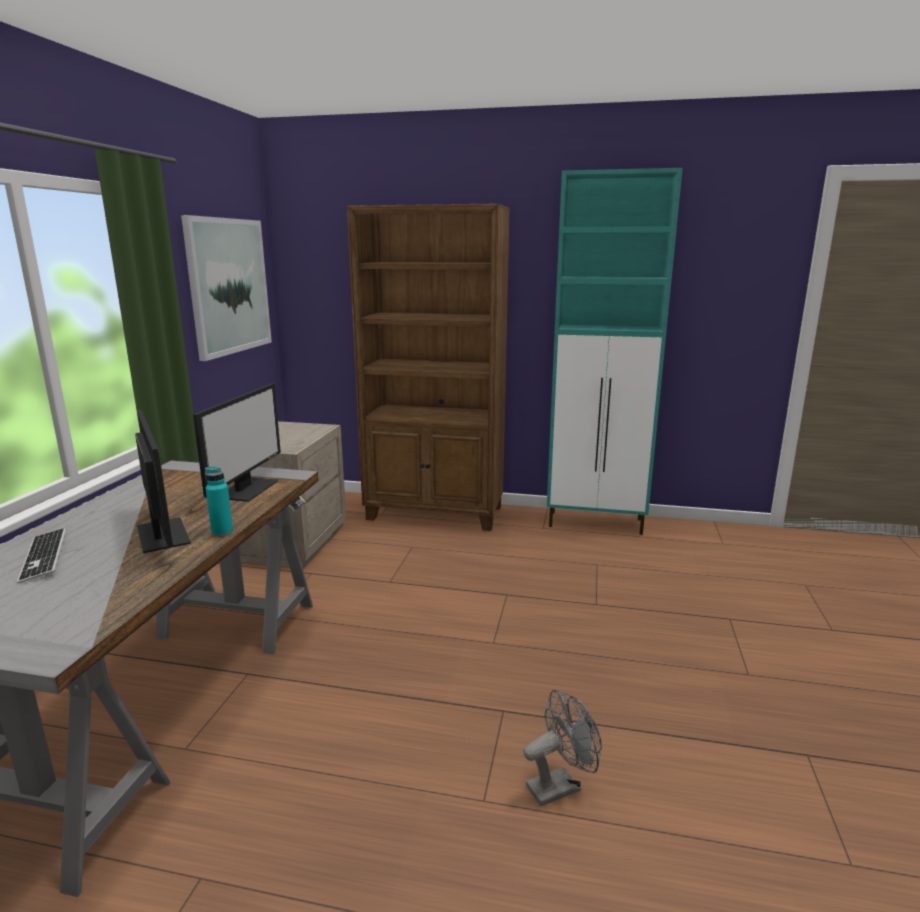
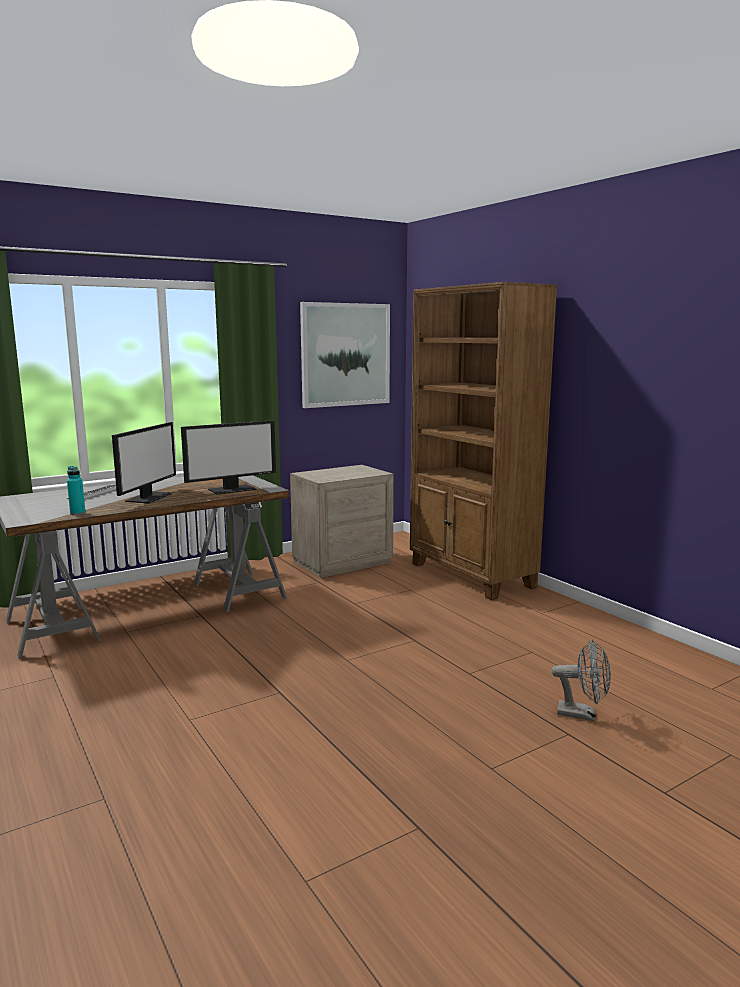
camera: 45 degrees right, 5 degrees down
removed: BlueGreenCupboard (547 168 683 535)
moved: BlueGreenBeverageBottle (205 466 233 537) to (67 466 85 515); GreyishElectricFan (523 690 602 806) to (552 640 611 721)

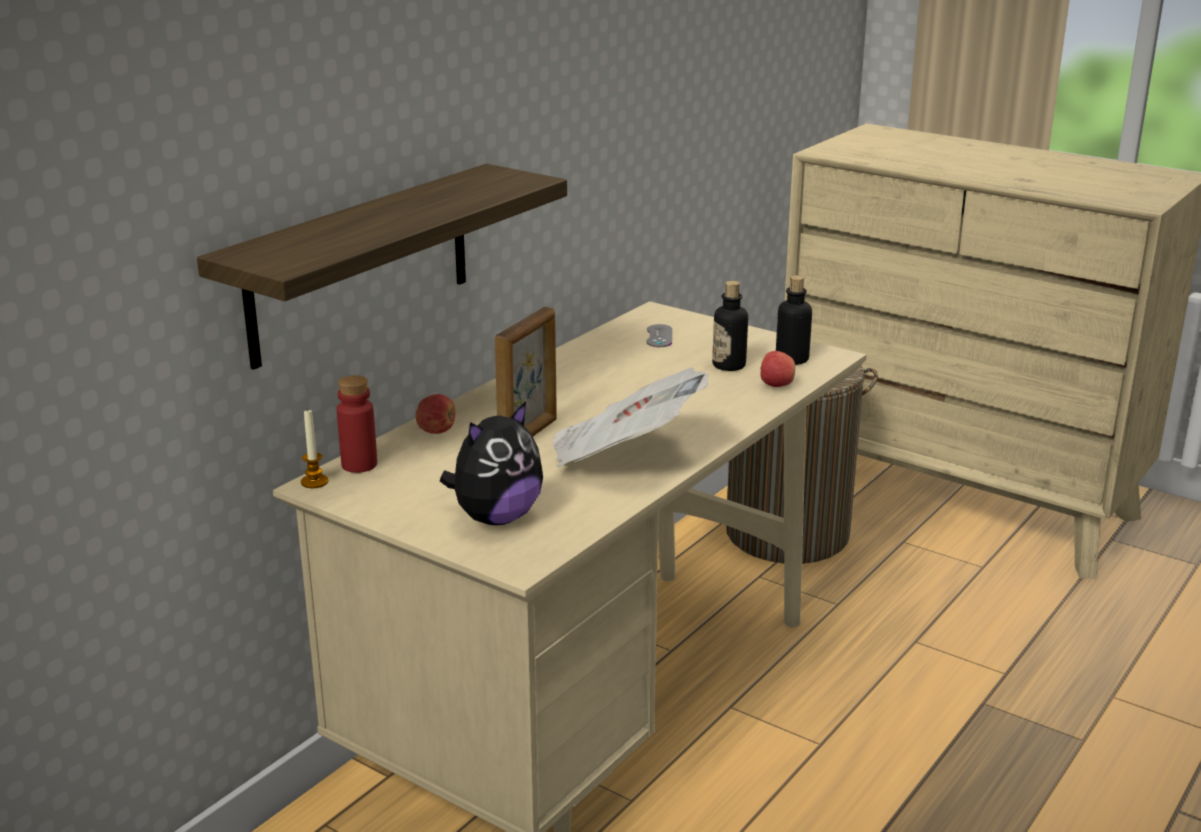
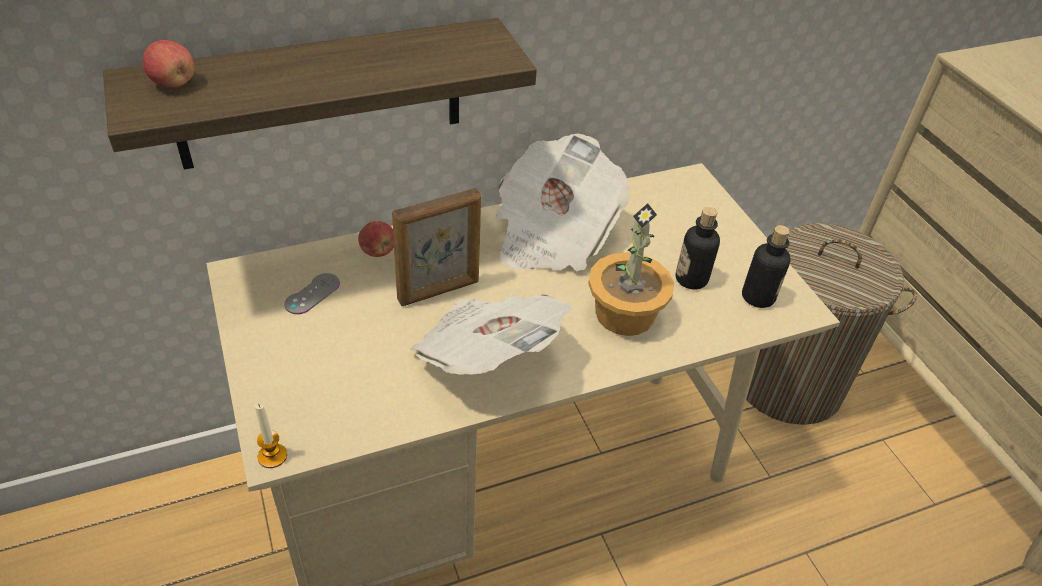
camera: 30 degrees right, 20 degrees up
removed: RedBeverageBottle (337 375 377 473); SoftToy (440 401 543 526)
added: PrintedPaper (496 134 630 271); Houseplant (588 203 674 336)
moved: WholeApple (760 351 795 387) to (143 40 194 88); WaxLight (301 408 328 488) to (255 403 287 468); GreyishGamepad (646 324 672 347) to (284 273 340 314)

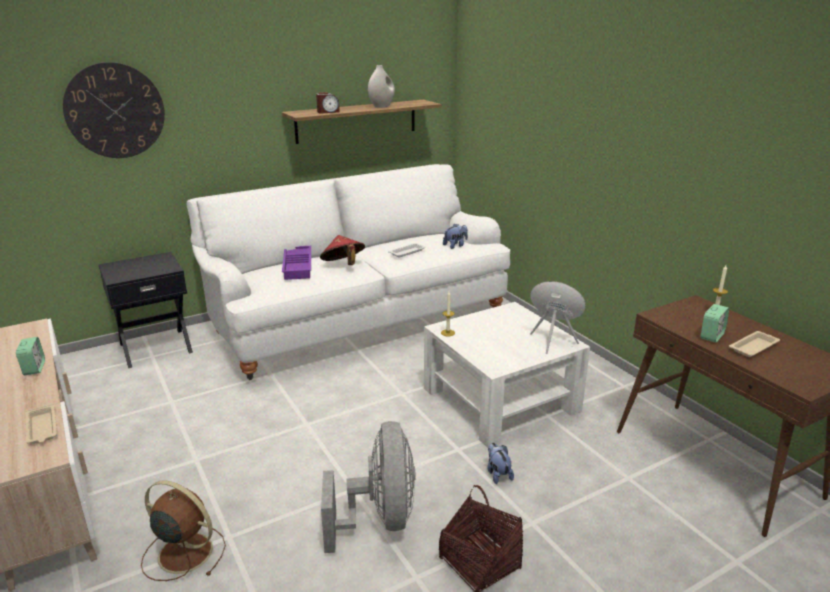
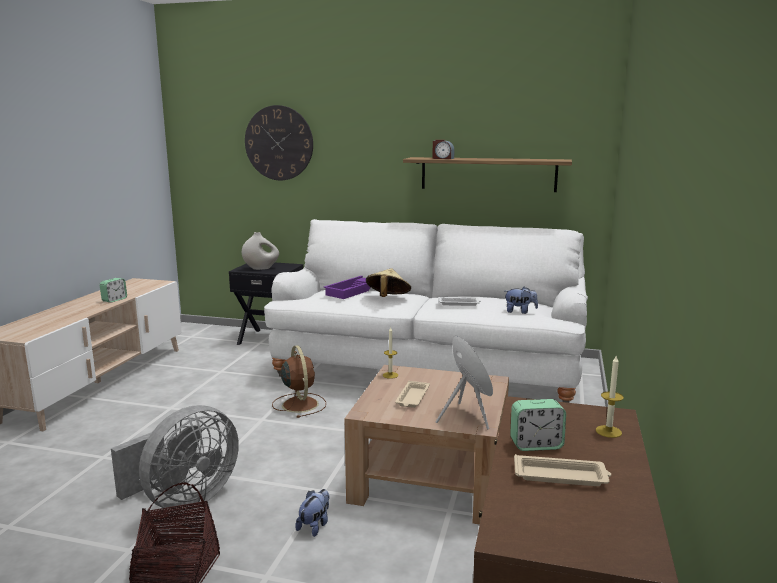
camera: 45 degrees right, 10 degrees down
moved: WhiteColouredFlowerVase (368 65 395 108) to (242 232 279 270); BrownColouredElectricFan (141 480 226 581) to (272 345 326 418); SandColouredServingTray (25 404 57 444) to (395 381 430 408)
recoloured: WhiteColouredLoungeTable (424 302 590 448) to BrownColouredLoungeTable (345 365 509 525); RedHat (320 235 365 265) to SandColouredHat (366 268 411 297)

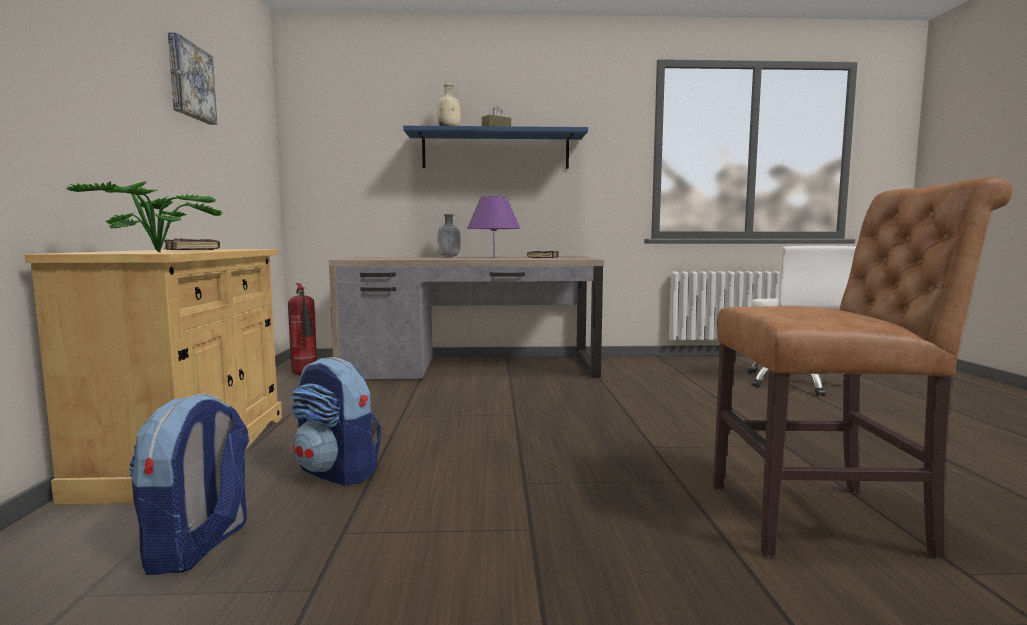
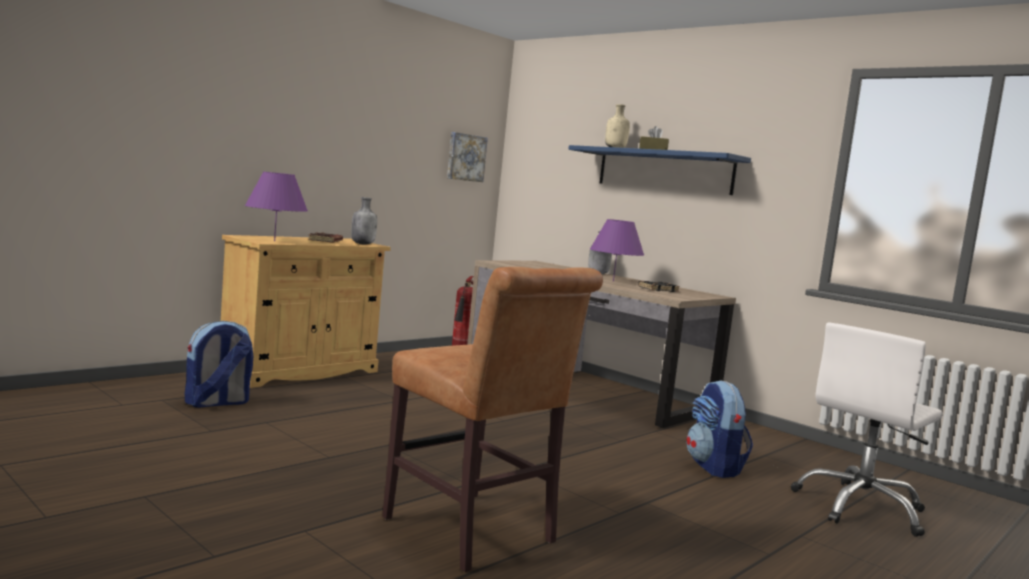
camera: 45 degrees right, 0 degrees up
added: GreyishBeverageBottle (351 197 377 245)
moved: Picture (168 32 217 125) to (447 132 488 182); Backpack (291 357 381 486) to (686 380 753 478)
replaced: Houseplant (65 181 222 252) to PurplishLampForATable (245 172 308 241)

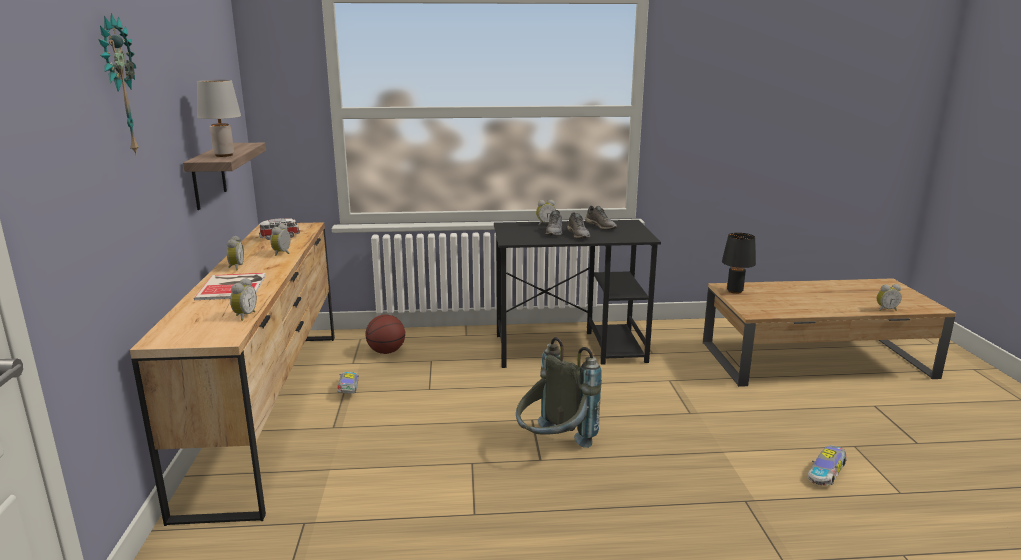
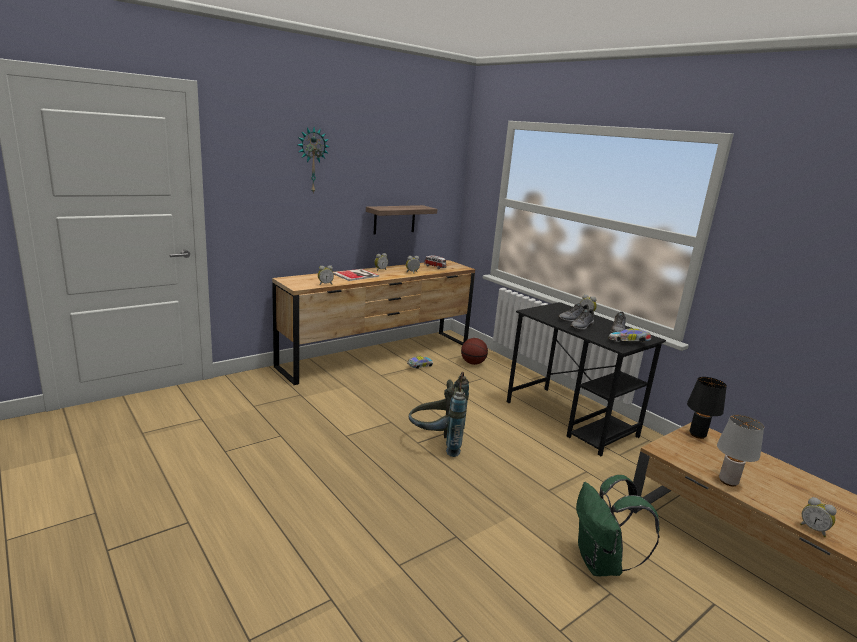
camera: 55 degrees right, 0 degrees up
added: GreenishBackpack (576 475 660 576)
moved: MiniatureCar (808 445 847 486) to (609 328 651 343); GreyishLampForATable (197 80 241 157) to (717 415 764 487)

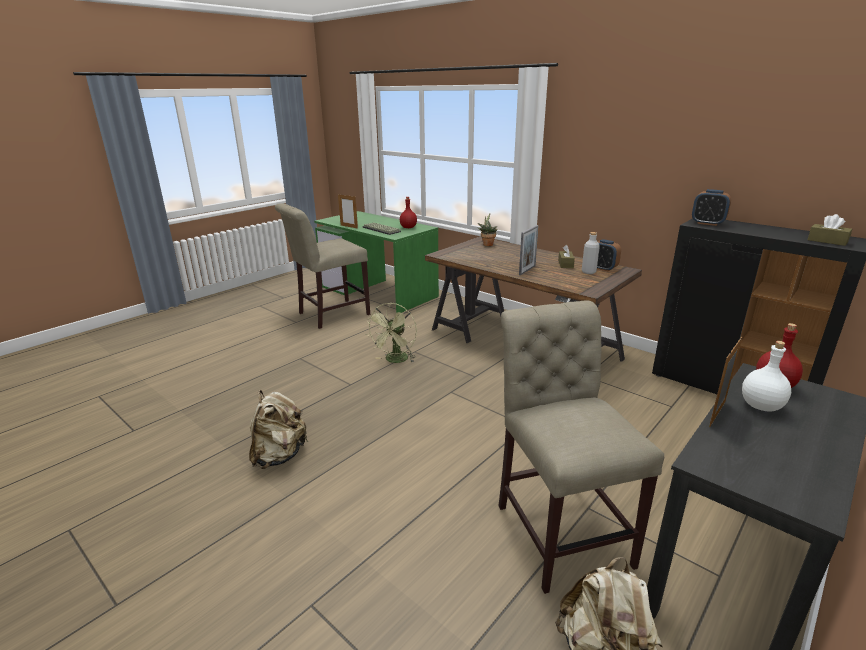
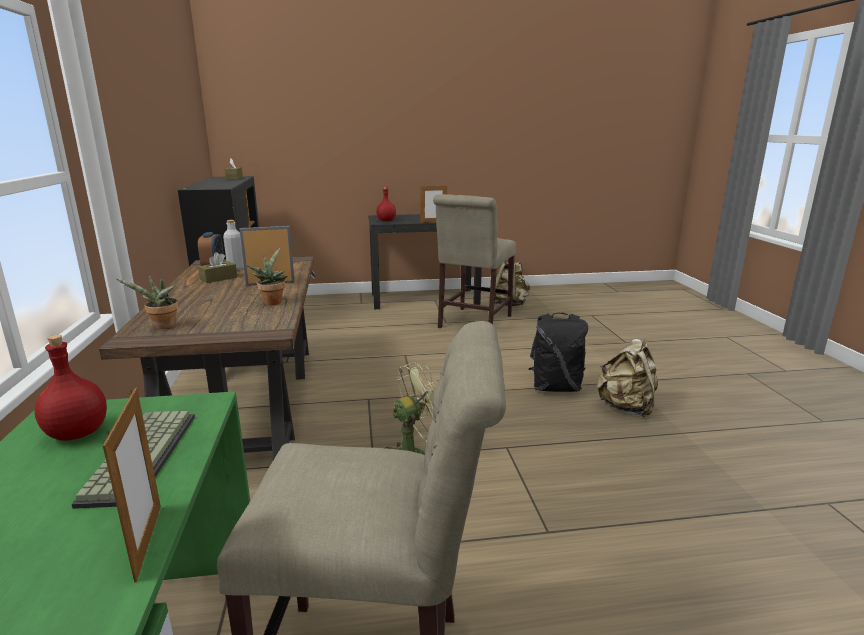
camera: 140 degrees left, 5 degrees down
removed: AlarmClock (692 189 731 226); WhiteColouredBeverageBottle (742 341 791 412)
added: Houseplant (247 248 287 305); BlackishBackpack (529 313 588 392)

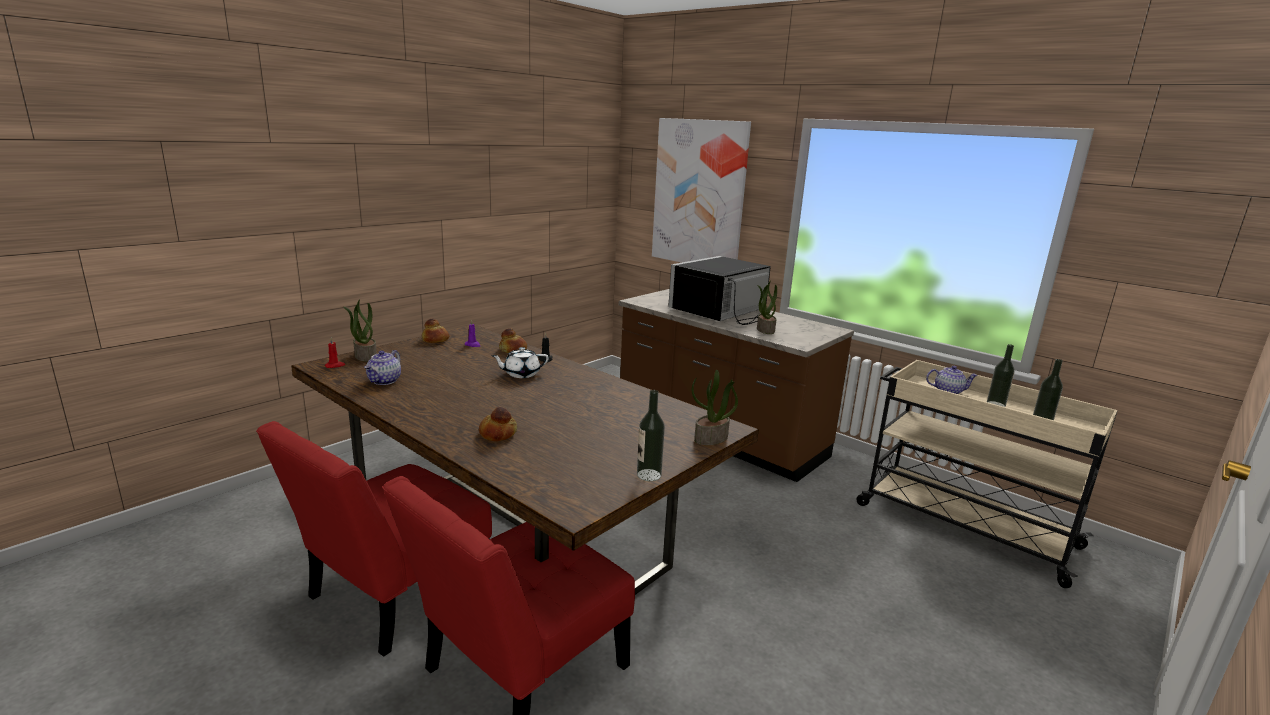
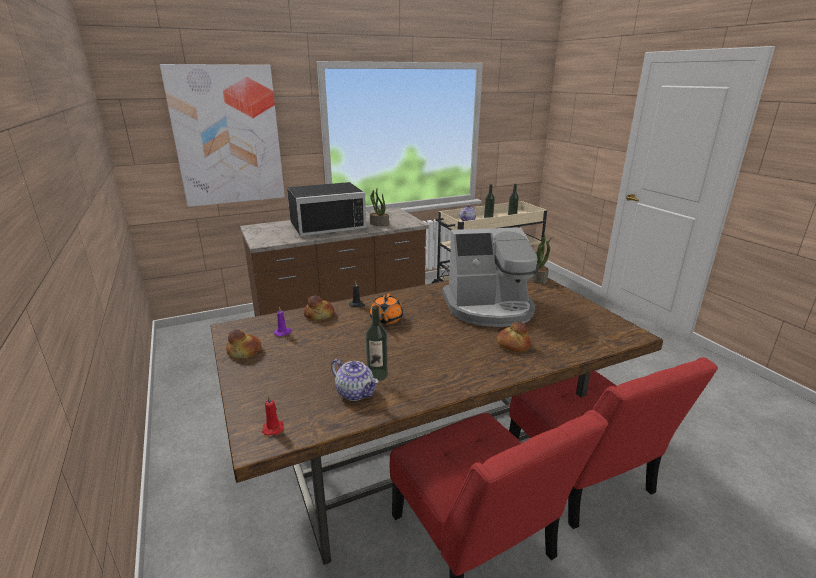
camera: 65 degrees left, 5 degrees up
removed: Houseplant (344 299 377 362)
added: CoffeeMaker (442 227 539 327)
moved: BeverageBottle (637 390 665 481) to (366 305 388 381)
recoloured: WhiteColouredTeaPot (491 347 549 378) to OrangeyTeaPot (370 294 403 325)
turned: BlackishMicrowaveOven (668 256 771 325) = (287 182 366 236) 90 degrees counterclockwise

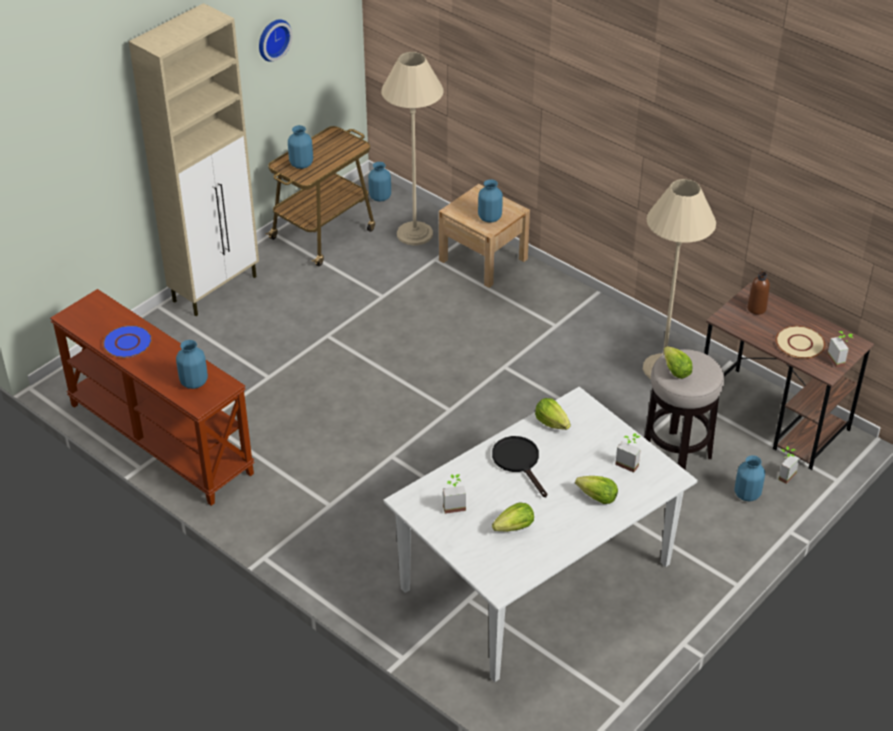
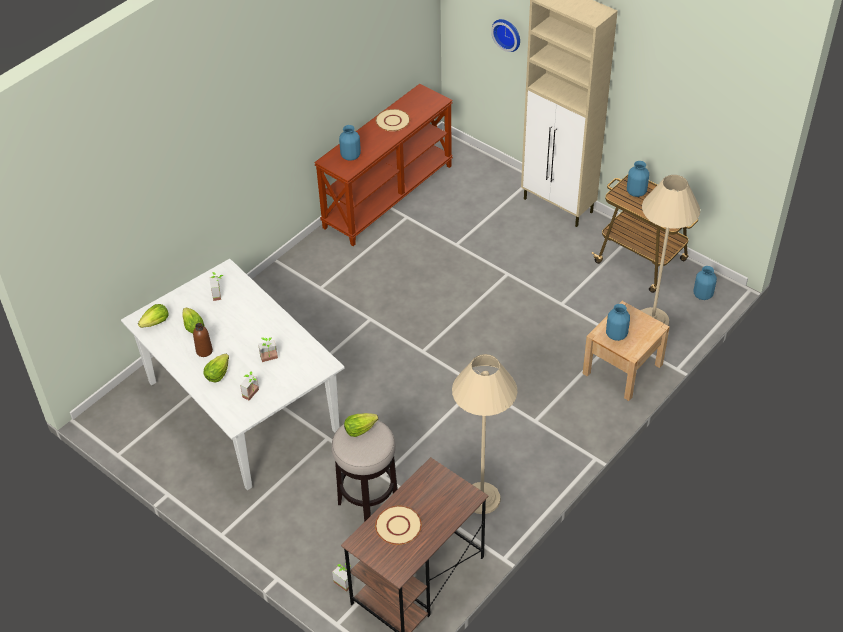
camera: 90 degrees right, 5 degrees up
removed: BlackishPan (492 436 547 497); BlueColouredFlowerVase (735 455 765 501)
moved: Lettuce (535 398 571 430) to (138 304 168 328); BrownColouredBeverageBottle (747 271 770 315) to (193 323 213 357); Houseplant (827 331 853 368) to (258 337 278 362); WallClock (259 19 293 62) to (491 19 520 52)
recoloured: BlueColouredDinnerPlate (103 325 152 358) to SandColouredDinnerPlate (375 109 410 131)

